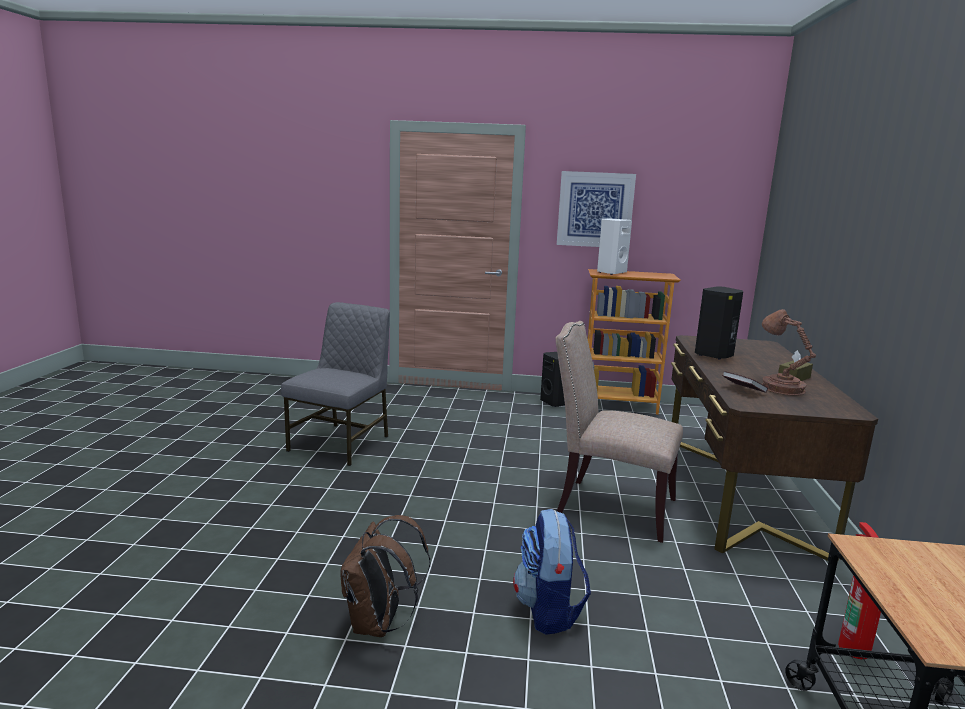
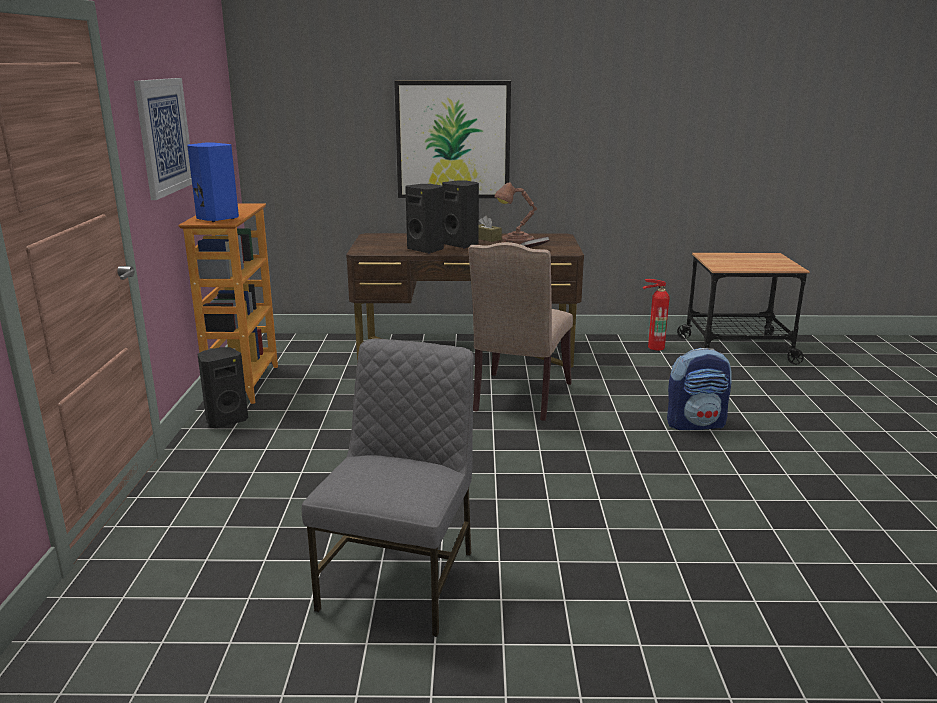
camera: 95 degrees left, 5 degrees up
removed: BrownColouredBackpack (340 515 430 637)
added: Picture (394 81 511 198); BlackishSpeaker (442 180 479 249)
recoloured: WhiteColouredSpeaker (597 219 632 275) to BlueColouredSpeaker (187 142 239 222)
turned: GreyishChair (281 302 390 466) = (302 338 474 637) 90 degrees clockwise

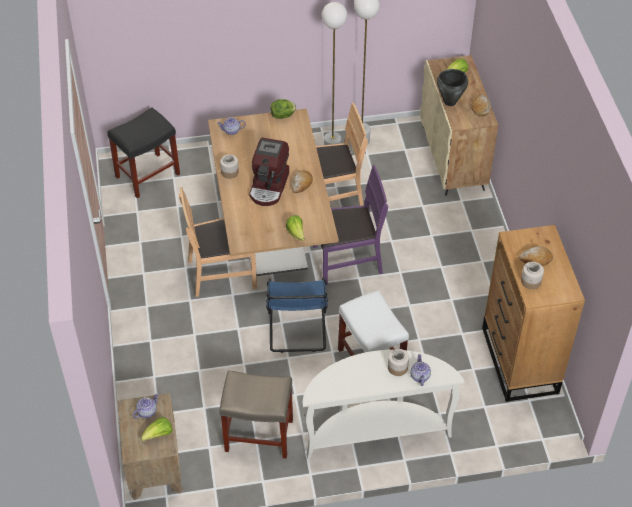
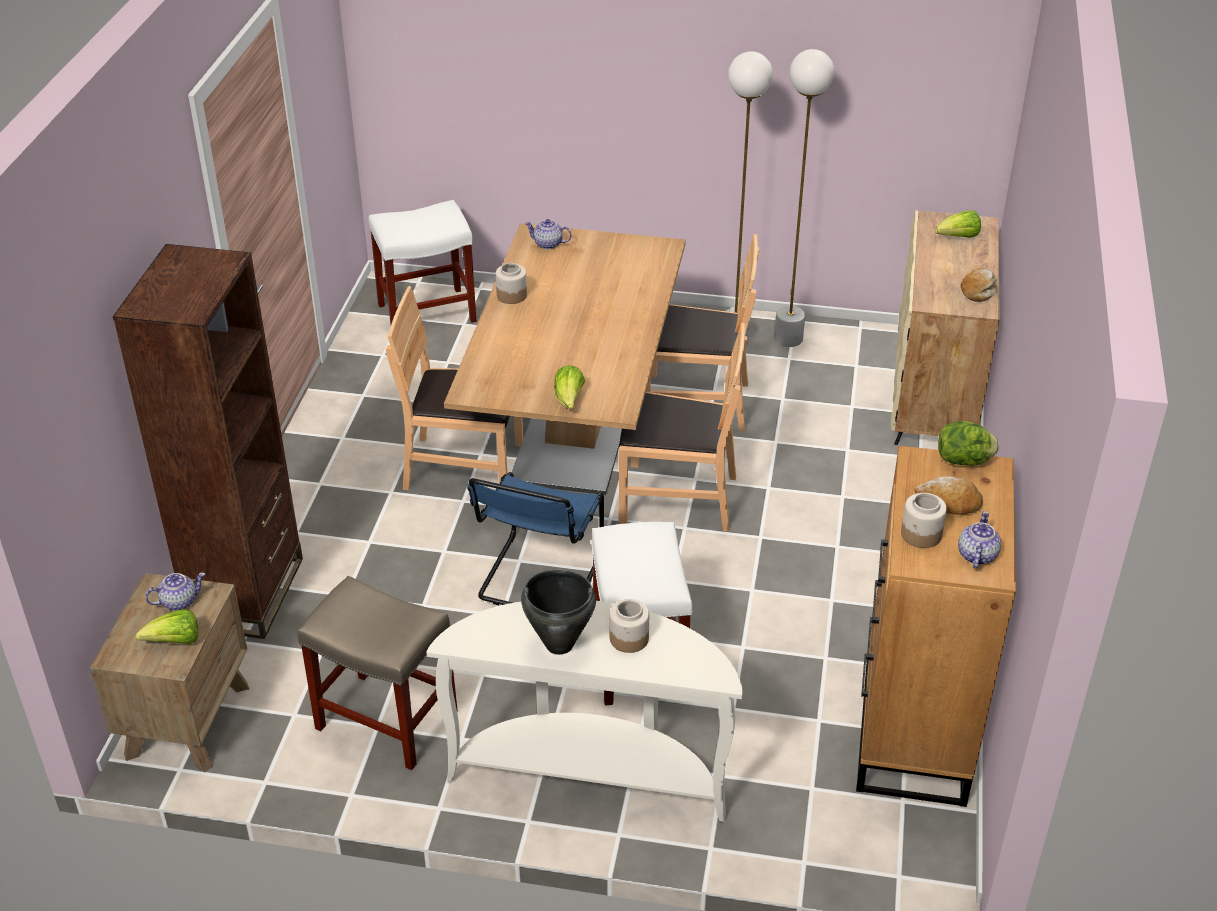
camera: 20 degrees right, 10 degrees down
removed: CoffeeMaker (249 138 289 206); BakedBread (291 170 313 193)
added: BrownColouredShelvingUnit (113 244 303 639)
moved: BlackishCookingPot (437 69 468 106) to (521 570 596 655); Lettuce (270 99 296 119) to (938 421 999 466); TeaPot (410 354 431 386) to (958 511 1001 568)
recoloured: BlackishSittingStool (107 108 180 198) to WhiteColouredSittingStool (369 200 476 324); PurplishChair (313 165 388 285) to BrownColouredChair (619 323 747 532)

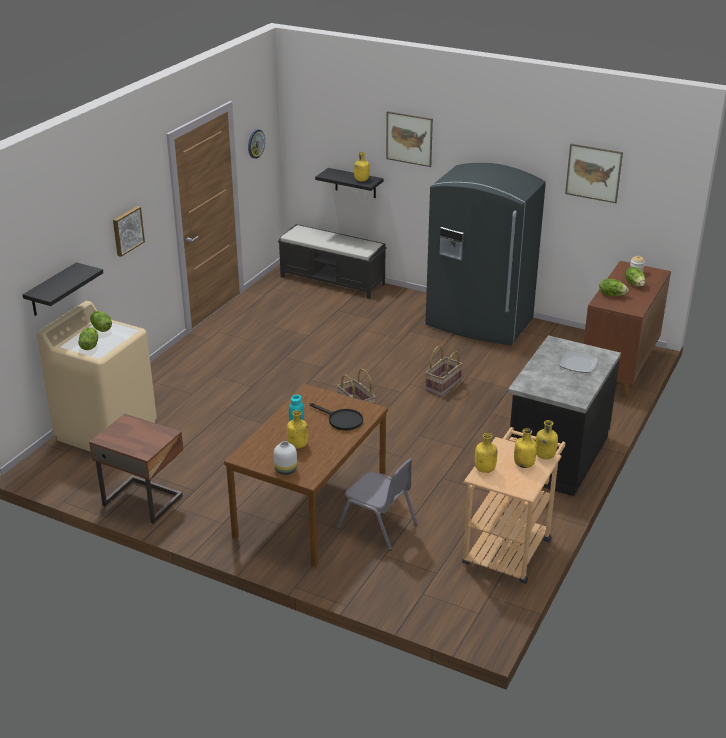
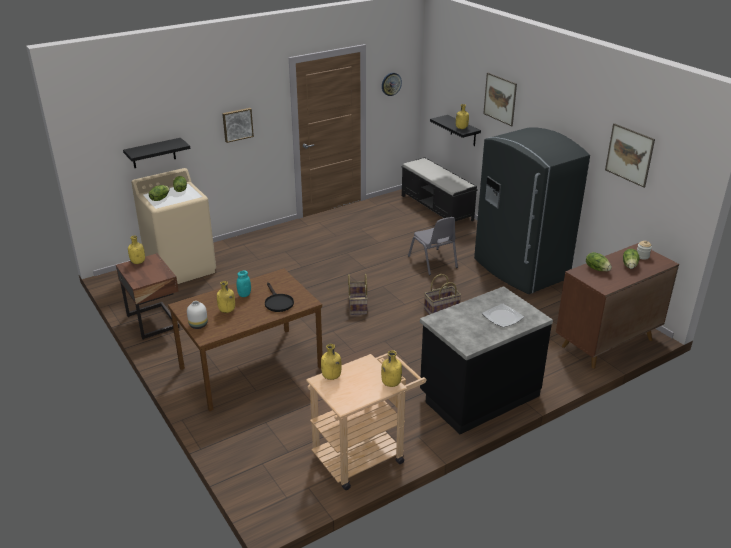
camera: 30 degrees right, 0 degrees up
moved: YellowBeverageBottle (514 428 537 468) to (128 236 145 264); GreyishChair (336 459 418 551) to (408 217 458 275)

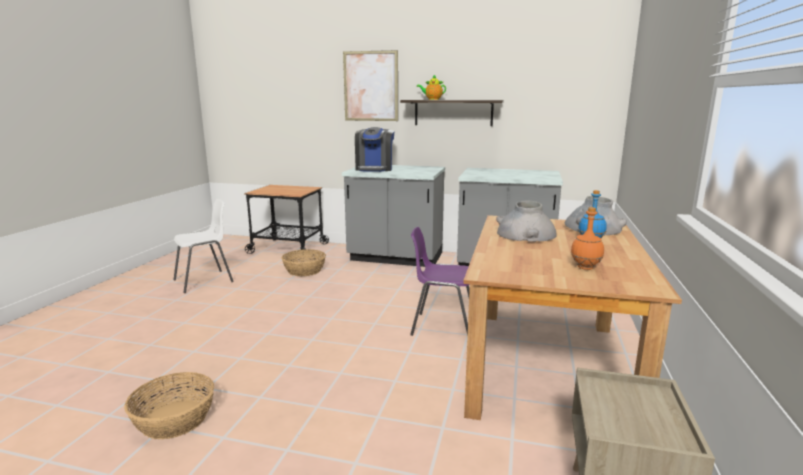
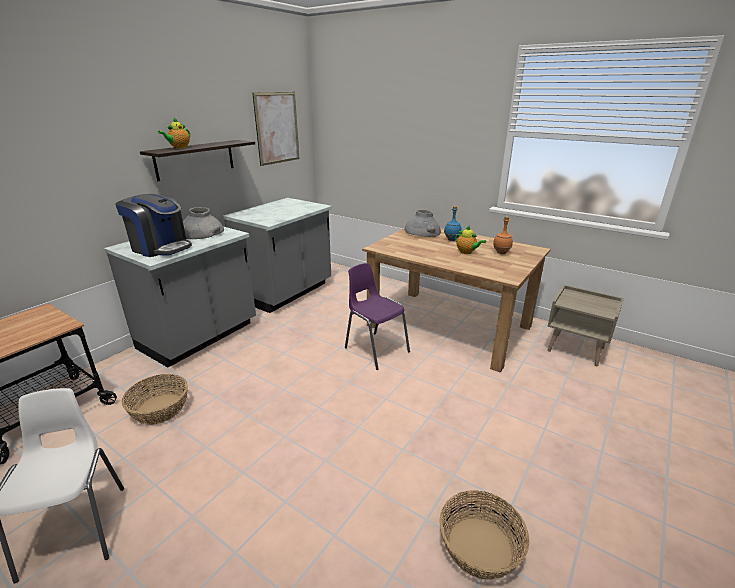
camera: 70 degrees left, 10 degrees up
added: TeaPot (455 226 486 254)
moved: GreyishFlowerVase (496 201 557 242) to (183 207 224 239); Picture (343 50 398 121) to (252 92 299 166)
turned: PurplishChair (410 227 470 336) = (345 263 410 370) 105 degrees clockwise

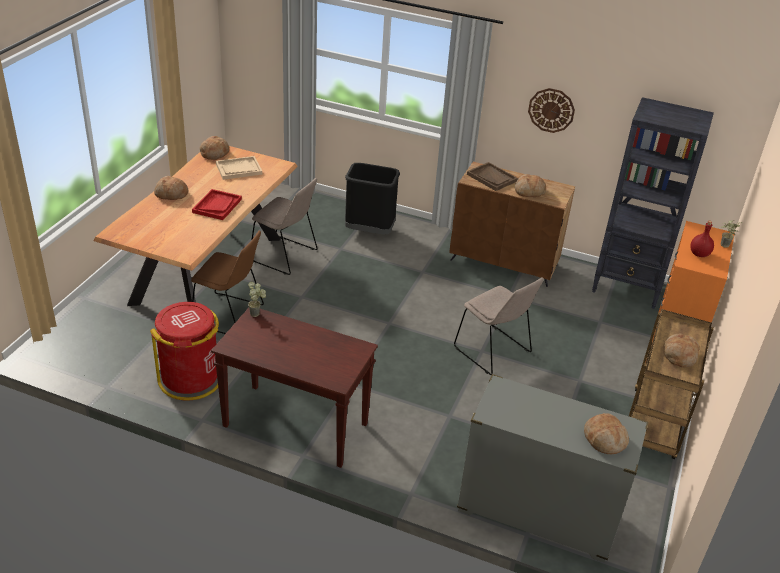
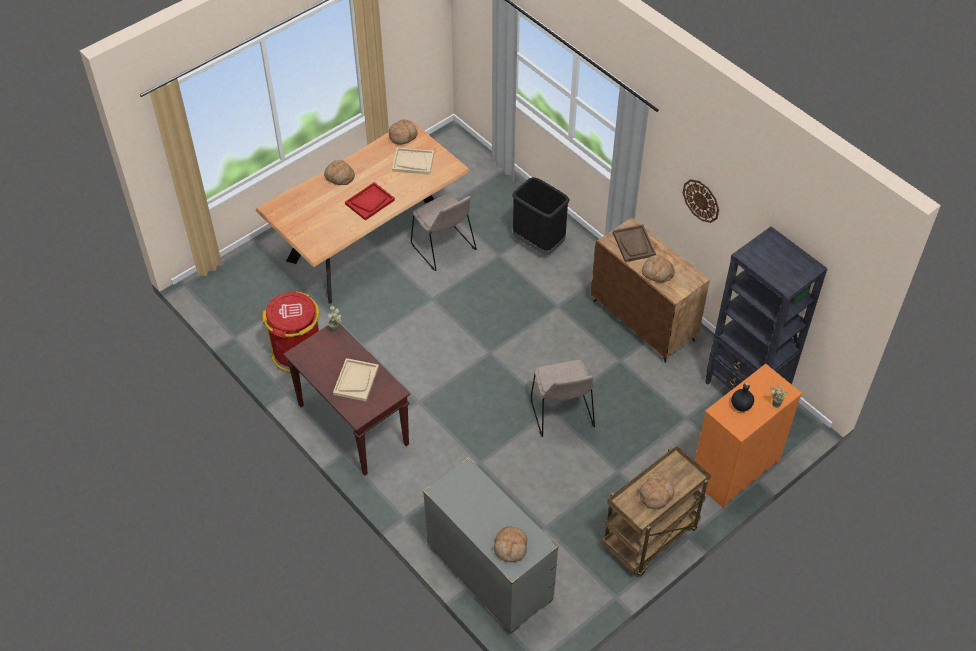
camera: 30 degrees right, 15 degrees up
removed: BrownColouredChair (191 231 264 334)
added: SandColouredServingTray (333 358 379 401)
recoloured: RedBeverageBottle (690 221 714 257) to BlackishBeverageBottle (731 382 754 412)

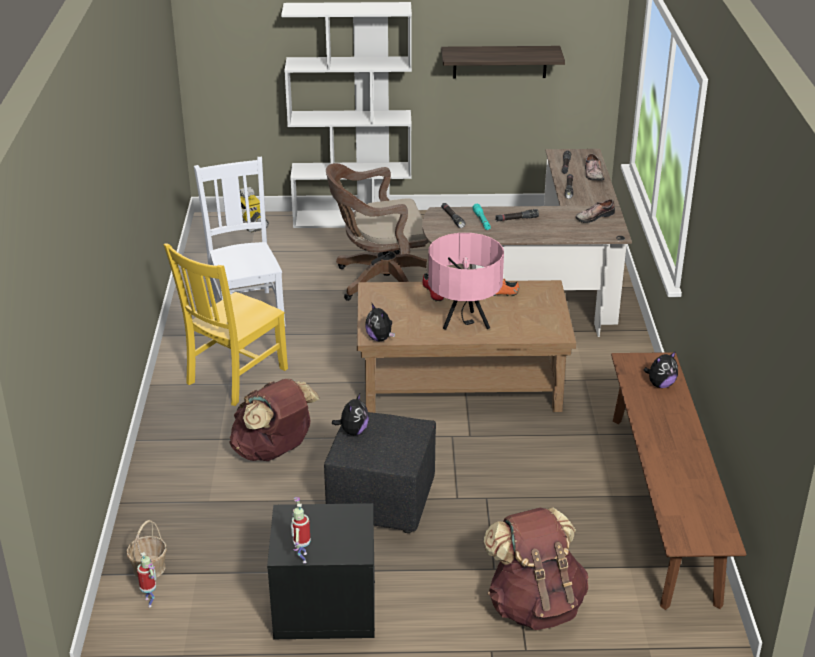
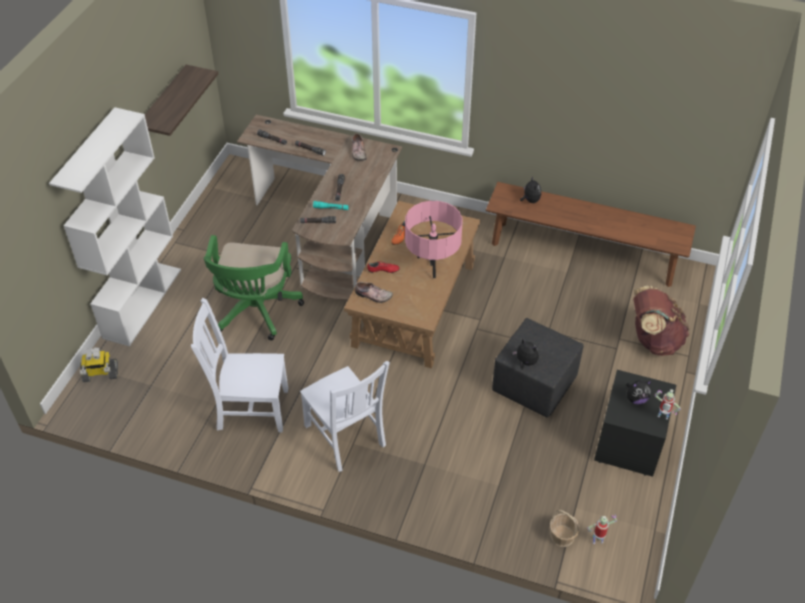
camera: 70 degrees left, 15 degrees up
removed: BrownColouredBackpack (229 379 320 461)
moved: LowShoe (585 153 604 181) to (355 282 393 303); SoftToy (365 304 395 341) to (626 380 652 404)
recoloured: BrownColouredDeskChair (326 163 428 301) to GreenishDeskChair (204 235 304 341); YellowChair (164 243 288 406) to WhiteColouredChair (300 361 390 472)

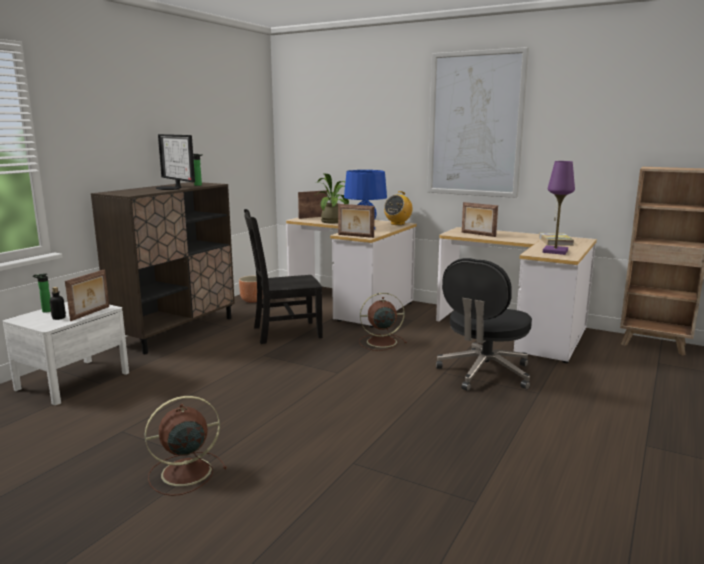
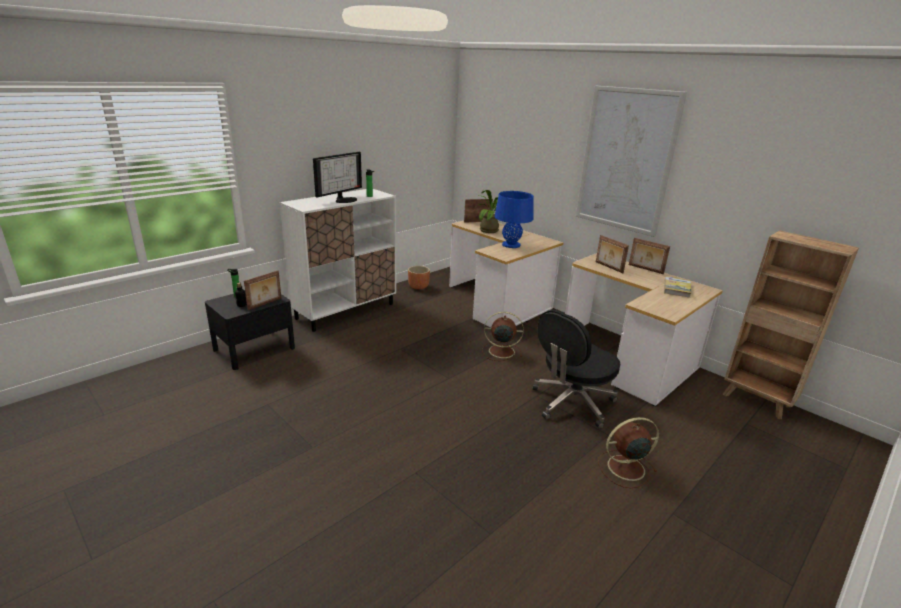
camera: 15 degrees right, 10 degrees up
removed: BlackishChair (244 209 323 344); RadioReceiver (384 191 413 225); PurplishLampForATable (543 161 575 255)
moved: BrownColouredElectricFan (145 396 227 496) to (598 417 659 488); PictureFrame (338 204 375 238) to (629 238 670 274)
recoloured: WhiteColouredNightstand (3 302 129 405) to BlackishNightstand (205 294 295 370); BrownColouredCupboard (91 182 235 354) to WhiteColouredCupboard (280 189 396 332)
turned: ComputerDisplay (156 134 195 190) = (313 152 362 203) 120 degrees counterclockwise

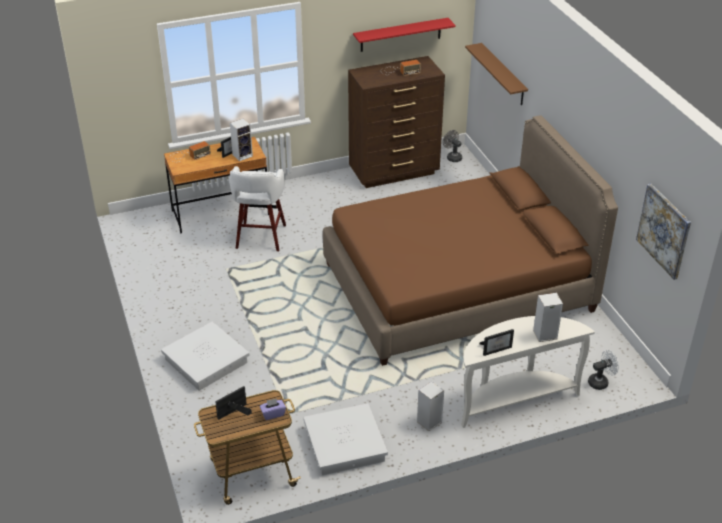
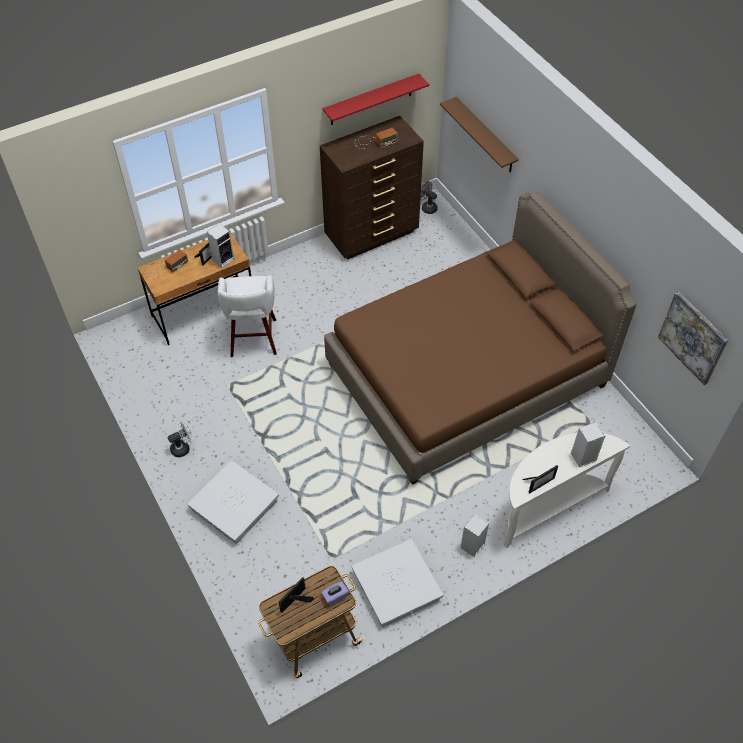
camera: 10 degrees left, 15 degrees up
moved: WhiteColouredElectricFan (588 350 619 390) to (168 421 192 457)

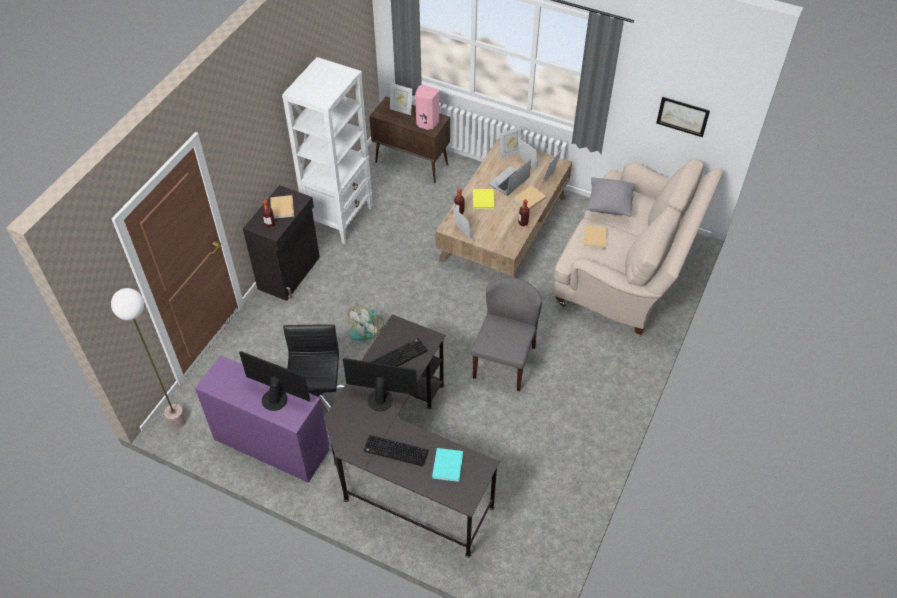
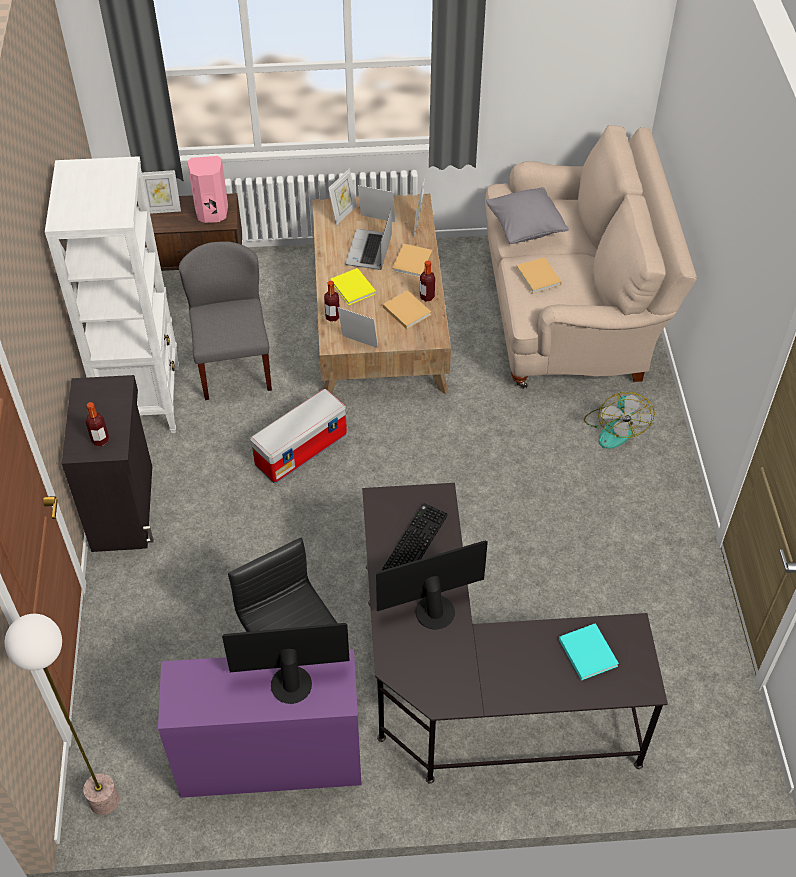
camera: 30 degrees left, 0 degrees up
removed: ComputerKeyboard (364 435 429 466); Picture (656 96 710 137)
added: StorageBox (250 389 347 483)
moved: GreyishChair (471 277 542 391) to (179 241 272 400); SandColouredBook (270 195 294 219) to (383 290 431 329); ElectricFan (348 305 384 341) to (584 392 655 449)

